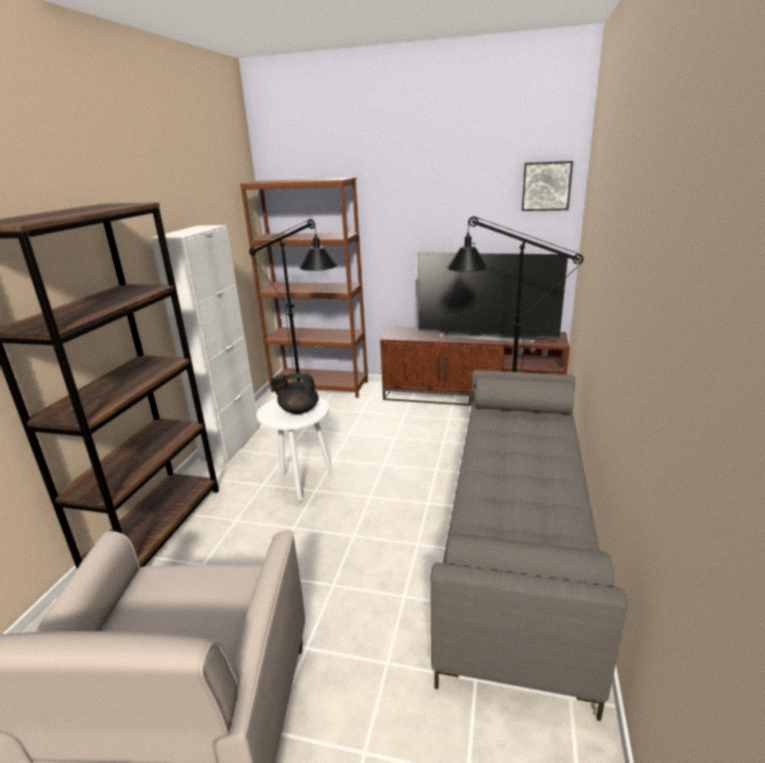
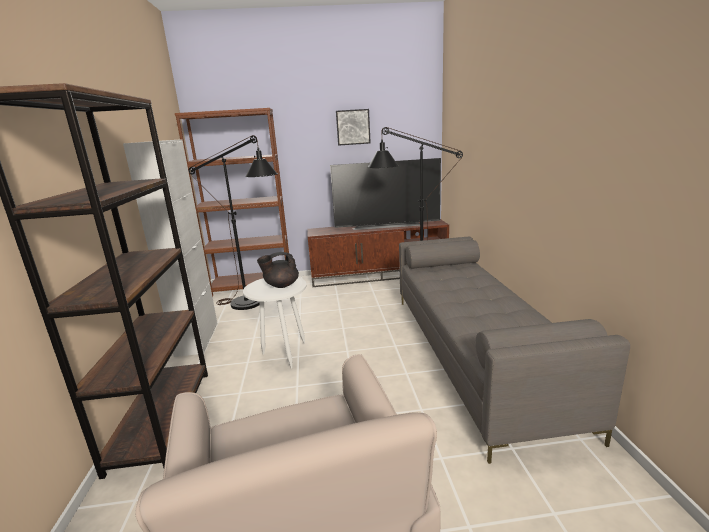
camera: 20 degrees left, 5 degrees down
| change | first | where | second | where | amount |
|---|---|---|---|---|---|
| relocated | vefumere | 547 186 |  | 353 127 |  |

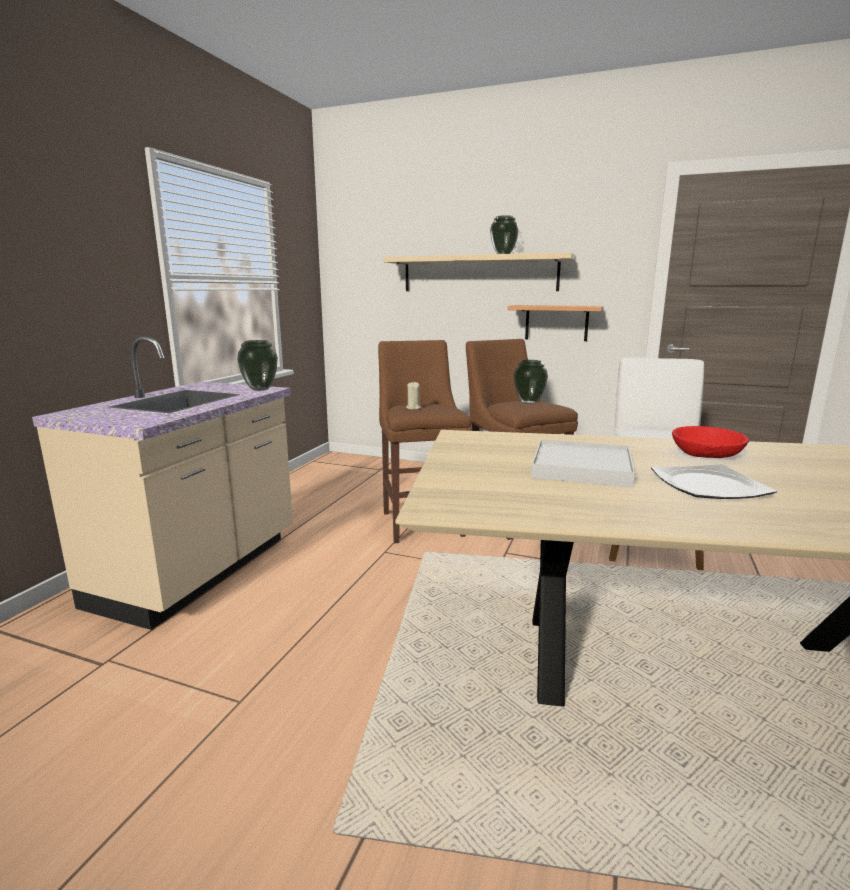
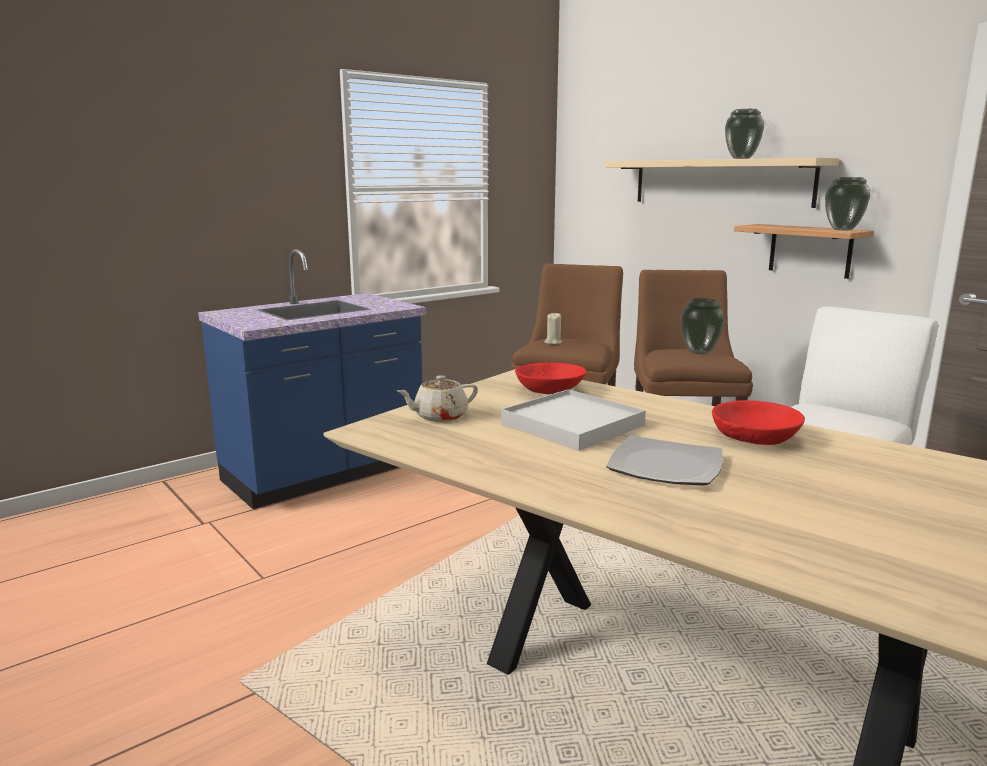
camera: 30 degrees right, 0 degrees up
| change | first | where | second | where | amount |
|---|---|---|---|---|---|
| appeared |  |  | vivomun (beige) | 437 398 |  |
| appeared |  |  | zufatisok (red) | 551 378 |  |
| relocated | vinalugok | 257 365 |  | 847 203 |  |
| colour | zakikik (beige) | 162 483 | zakikik (blue) | 312 379 |  |

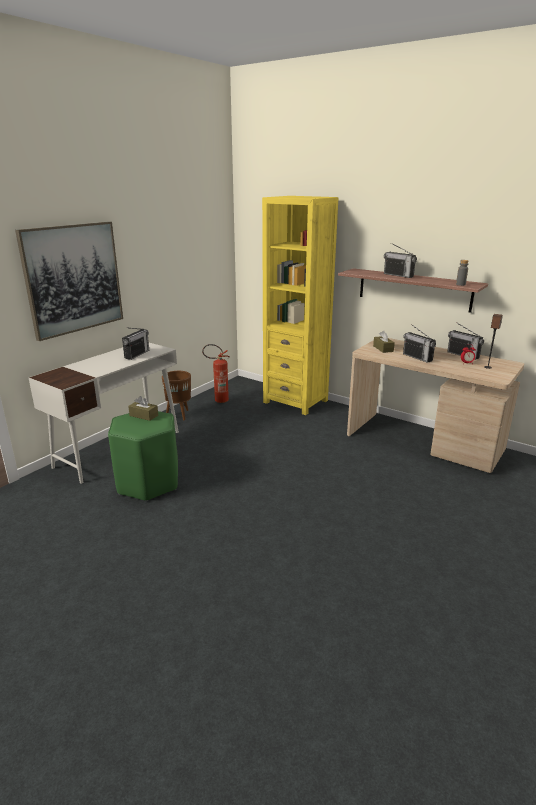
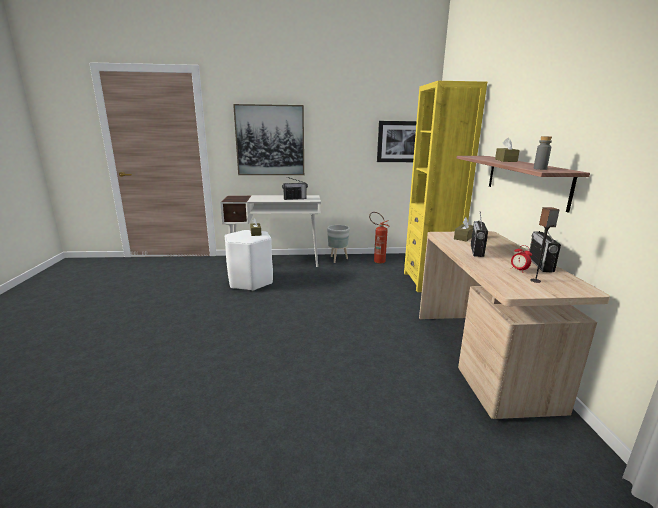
camera: 50 degrees right, 5 degrees down
| change | first | where | second | where | amount |
|---|---|---|---|---|---|
| appeared |  |  | vefumere | 397 141 |  |
| exchanged | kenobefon | 400 260 | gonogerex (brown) | 507 150 |  |
| colour | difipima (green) | 143 456 | difipima (white) | 249 260 |  |
| colour | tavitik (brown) | 176 395 | tavitik (grey) | 338 244 |  |

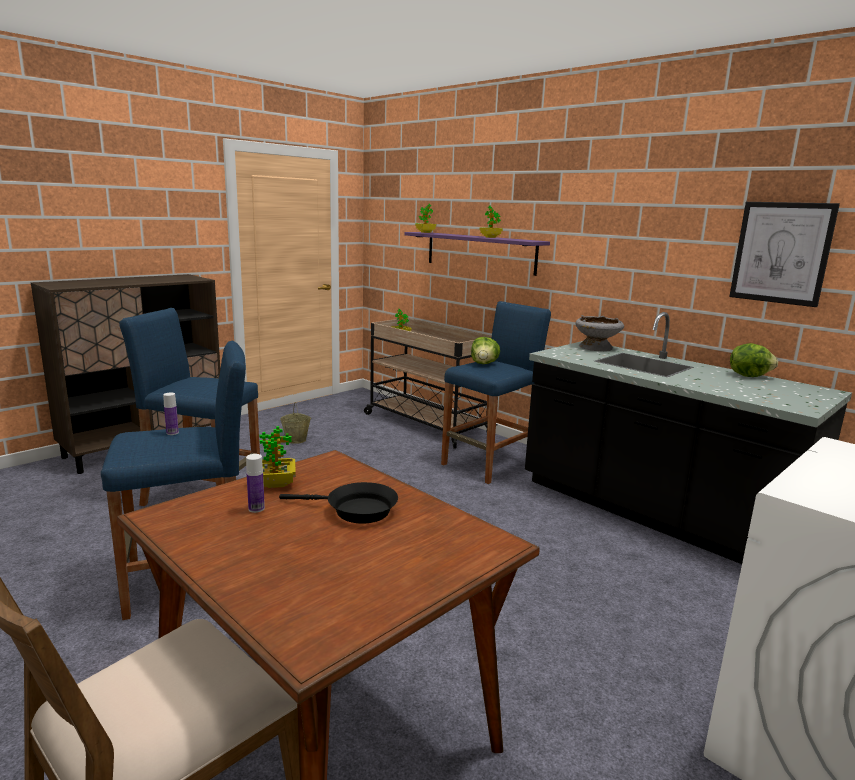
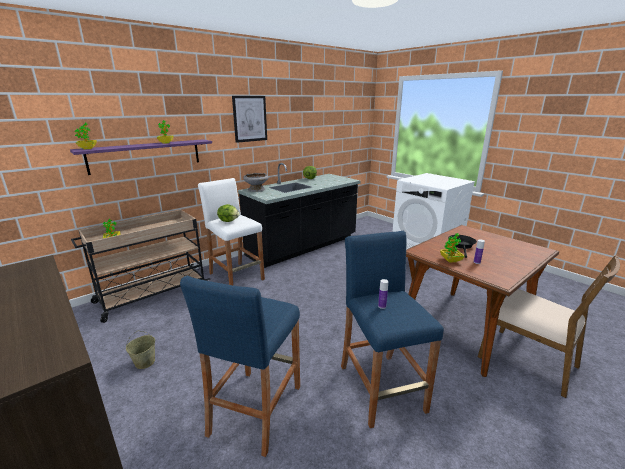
camera: 85 degrees left, 5 degrees up
| change | first | where | second | where | amount |
|---|---|---|---|---|---|
| relocated | vefumere | 784 254 |  | 249 119 |  |
| colour | difipima (blue) | 496 392 | difipima (white) | 231 231 |  |

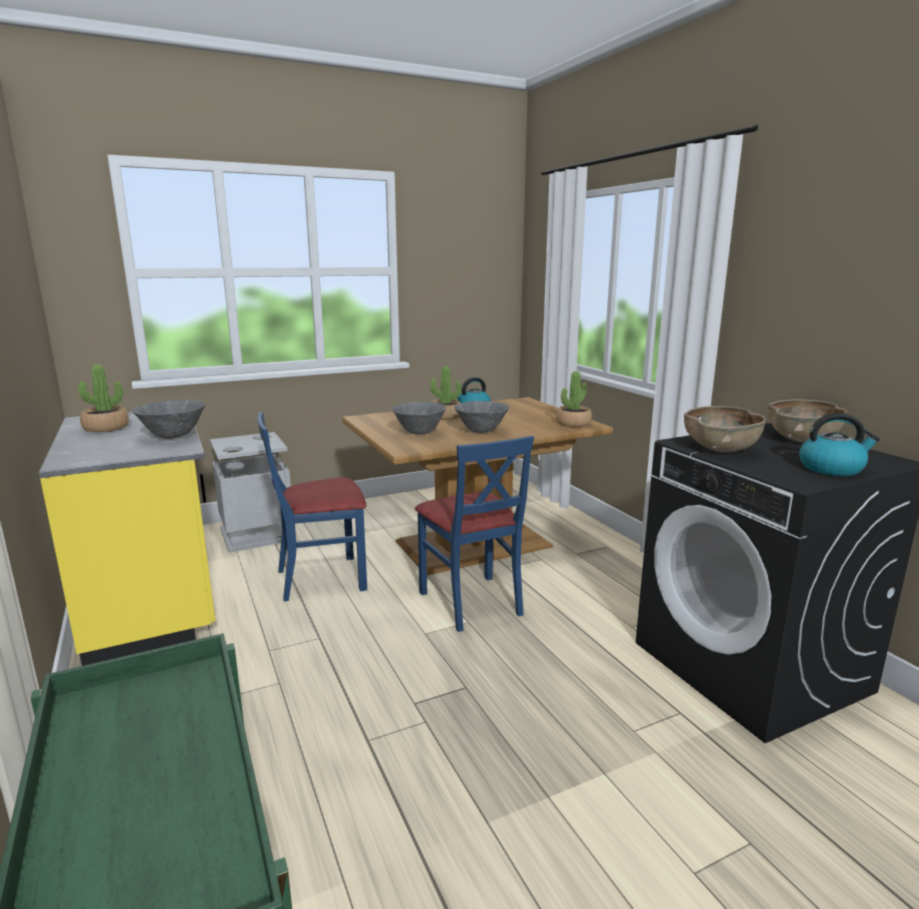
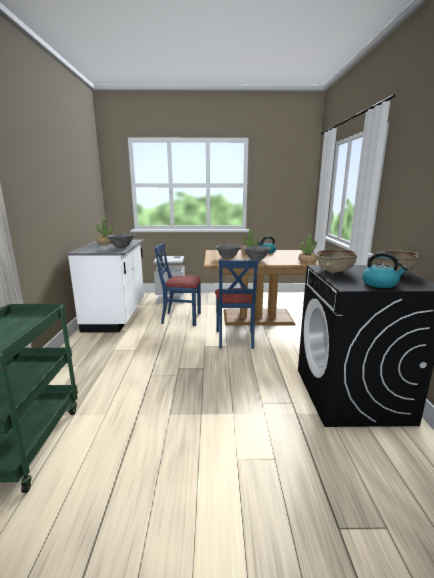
camera: 25 degrees right, 0 degrees up
| change | first | where | second | where | amount |
|---|---|---|---|---|---|
| colour | zakikik (yellow) | 127 539 | zakikik (white) | 105 286 |  |

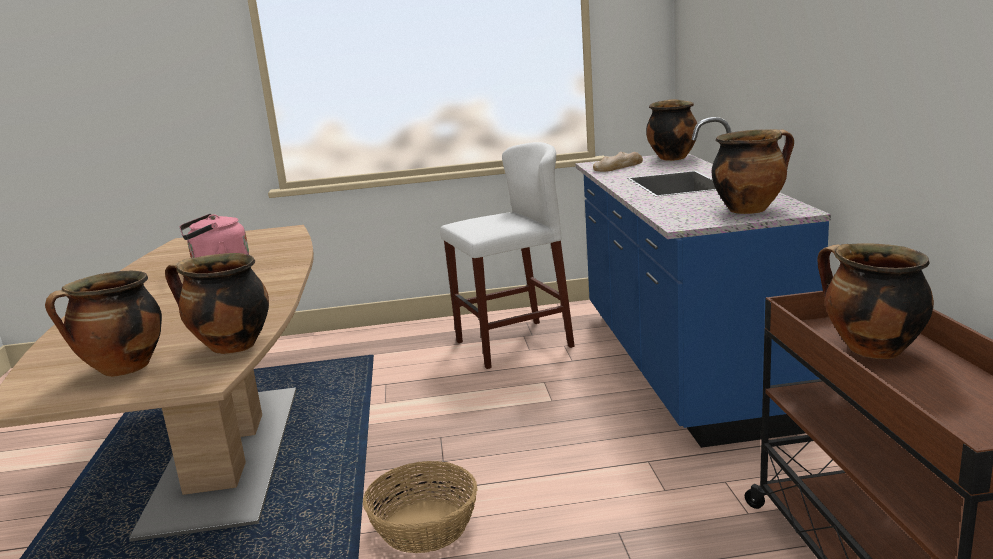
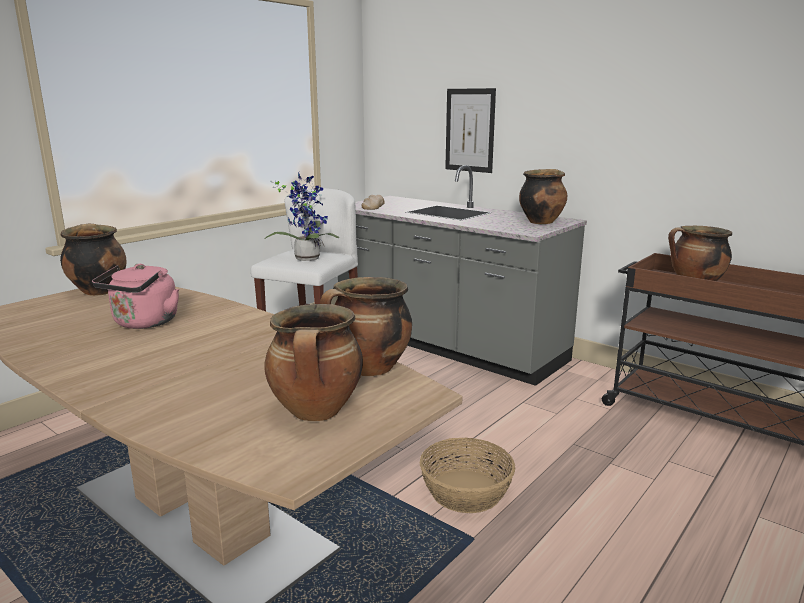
camera: 45 degrees left, 0 degrees up
| change | first | where | second | where | amount |
|---|---|---|---|---|---|
| appeared |  |  | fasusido | 302 217 |  |
| appeared |  |  | vefumere | 470 130 |  |
| relocated | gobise | 671 130 |  | 93 260 |  |
| colour | zakikik (blue) | 703 282 | zakikik (grey) | 462 275 |  |

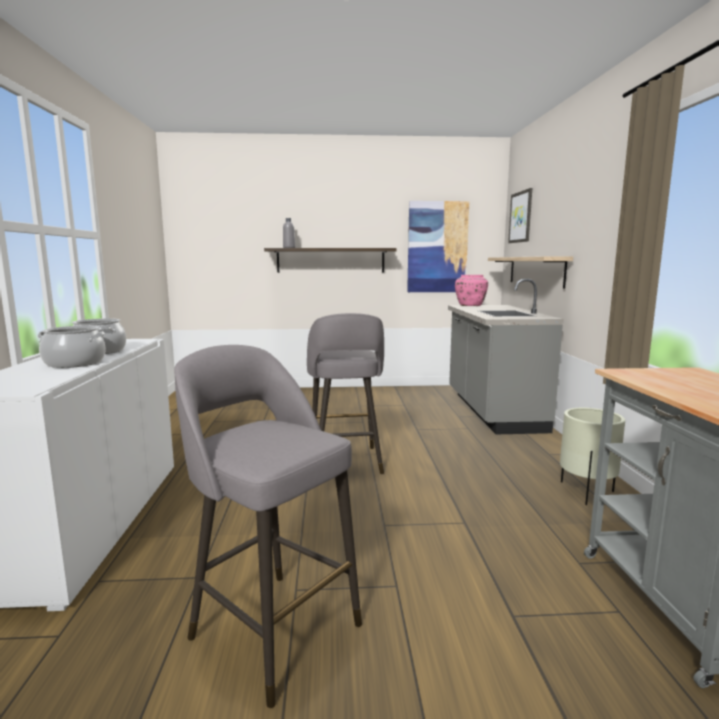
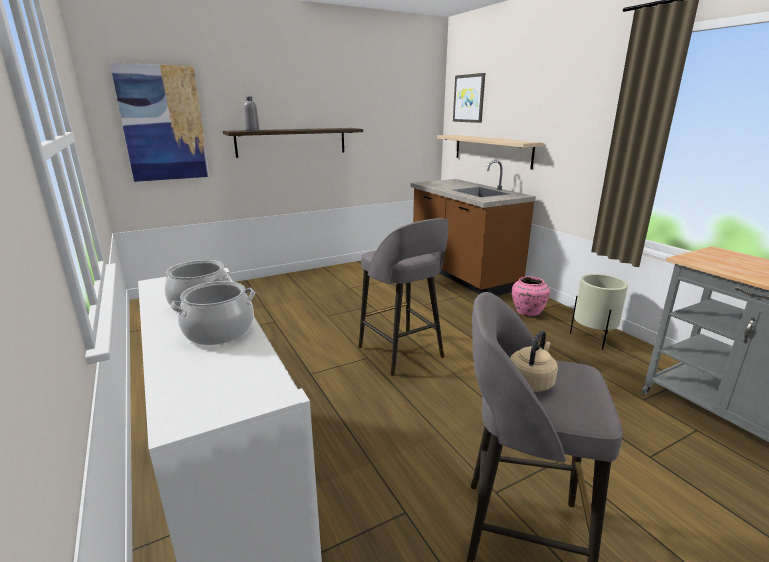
camera: 25 degrees left, 10 degrees up
| change | first | where | second | where | amount |
|---|---|---|---|---|---|
| appeared |  |  | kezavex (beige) | 534 361 |  |
| relocated | vefumere | 438 246 |  | 159 122 |  |
| relocated | vinalugok (pink) | 471 290 |  | 531 296 |  |
| colour | zakikik (grey) | 506 356 | zakikik (brown) | 473 228 |  |

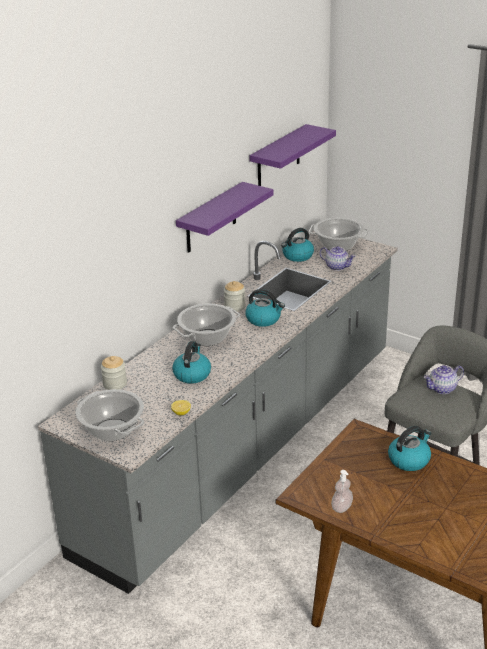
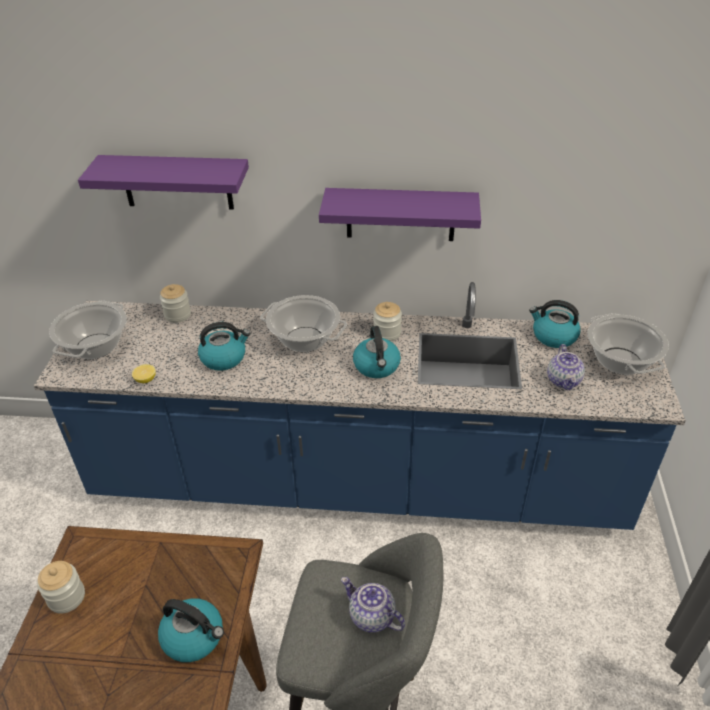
camera: 60 degrees right, 10 degrees up
| change | first | where | second | where | amount |
|---|---|---|---|---|---|
| relocated | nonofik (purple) | 292 155 |  | 163 182 |  |
| exchanged | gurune | 342 491 | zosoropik | 61 587 |  |
| colour | zakikik (grey) | 218 412 | zakikik (blue) | 360 406 |  |

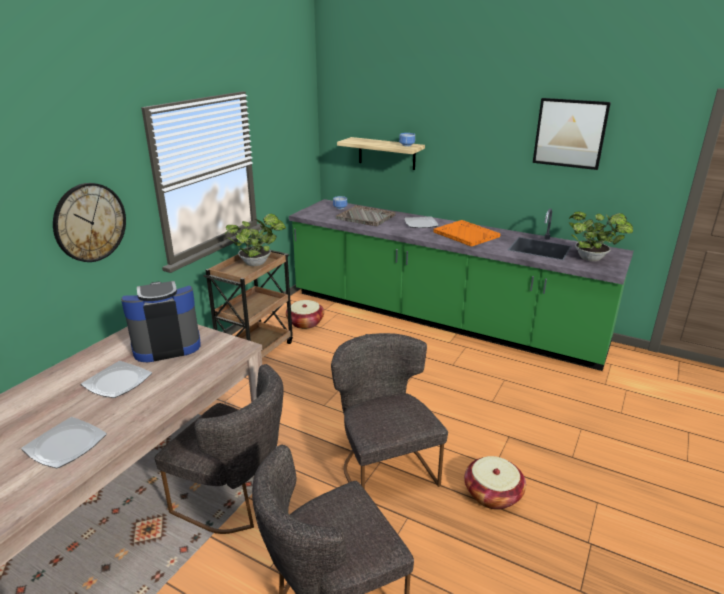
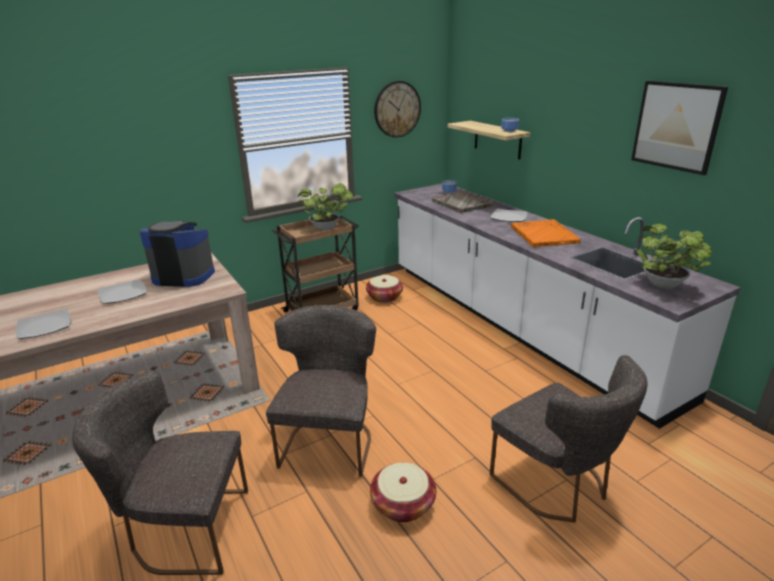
camera: 30 degrees right, 0 degrees up
| change | first | where | second | where | amount |
|---|---|---|---|---|---|
| relocated | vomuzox | 89 222 |  | 397 109 |  |
| relocated | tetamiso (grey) | 219 449 |  | 568 439 |  |
| colour | zakikik (green) | 461 285 | zakikik (white) | 567 306 |  |

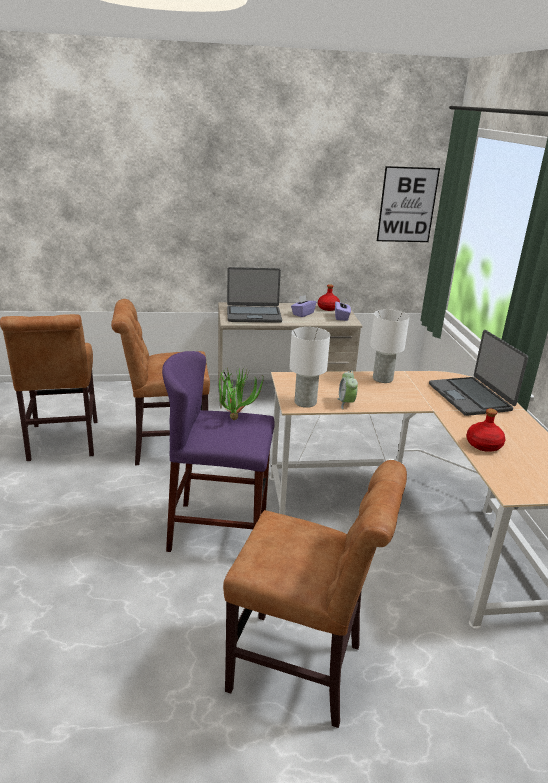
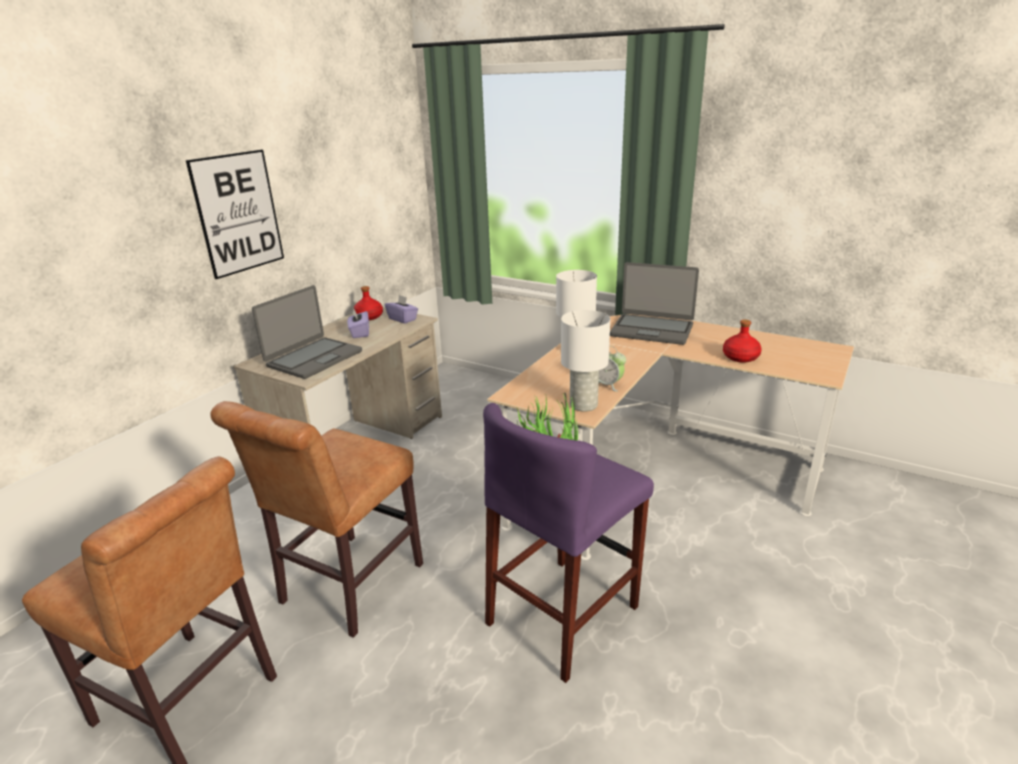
camera: 50 degrees left, 0 degrees up
| change | first | where | second | where | amount |
|---|---|---|---|---|---|
| missing | tetamiso (brown) | 315 594 |  |  |  |
| relocated | vefumere | 408 204 |  | 235 214 |  |

